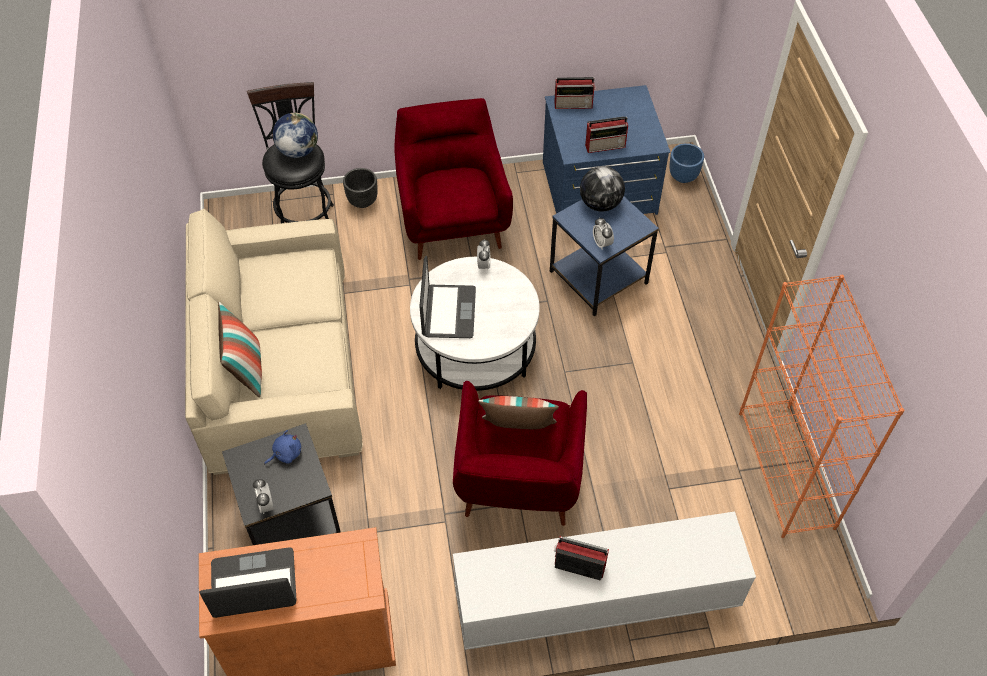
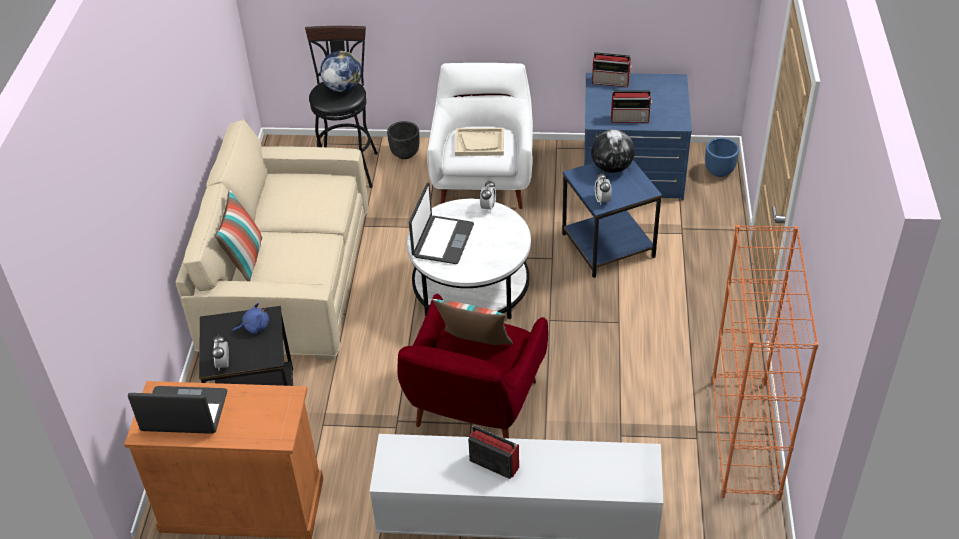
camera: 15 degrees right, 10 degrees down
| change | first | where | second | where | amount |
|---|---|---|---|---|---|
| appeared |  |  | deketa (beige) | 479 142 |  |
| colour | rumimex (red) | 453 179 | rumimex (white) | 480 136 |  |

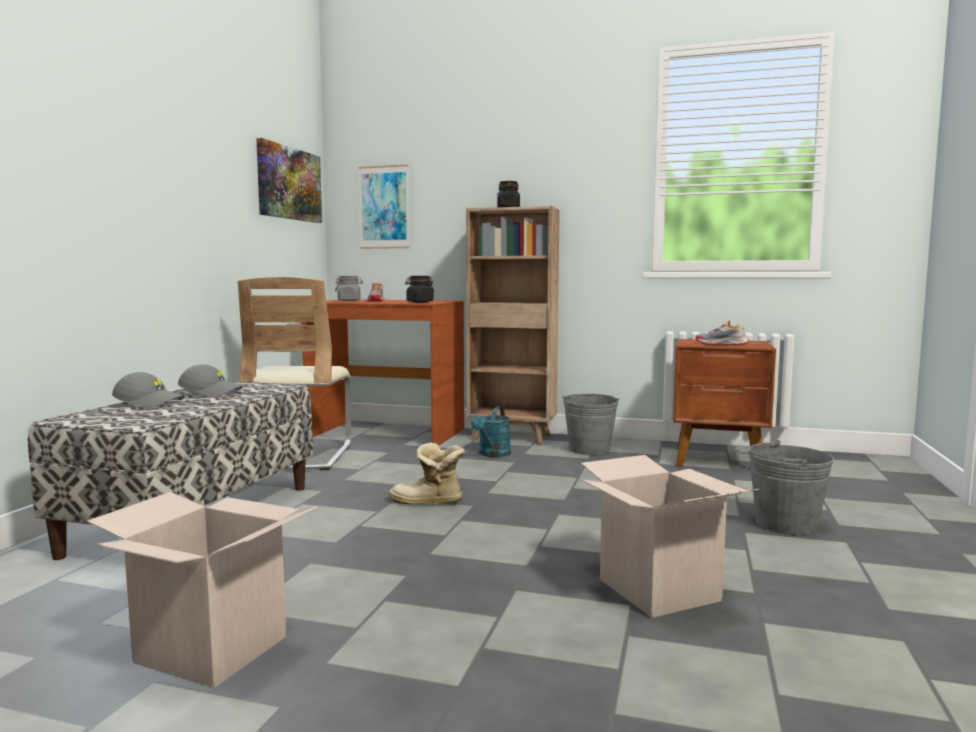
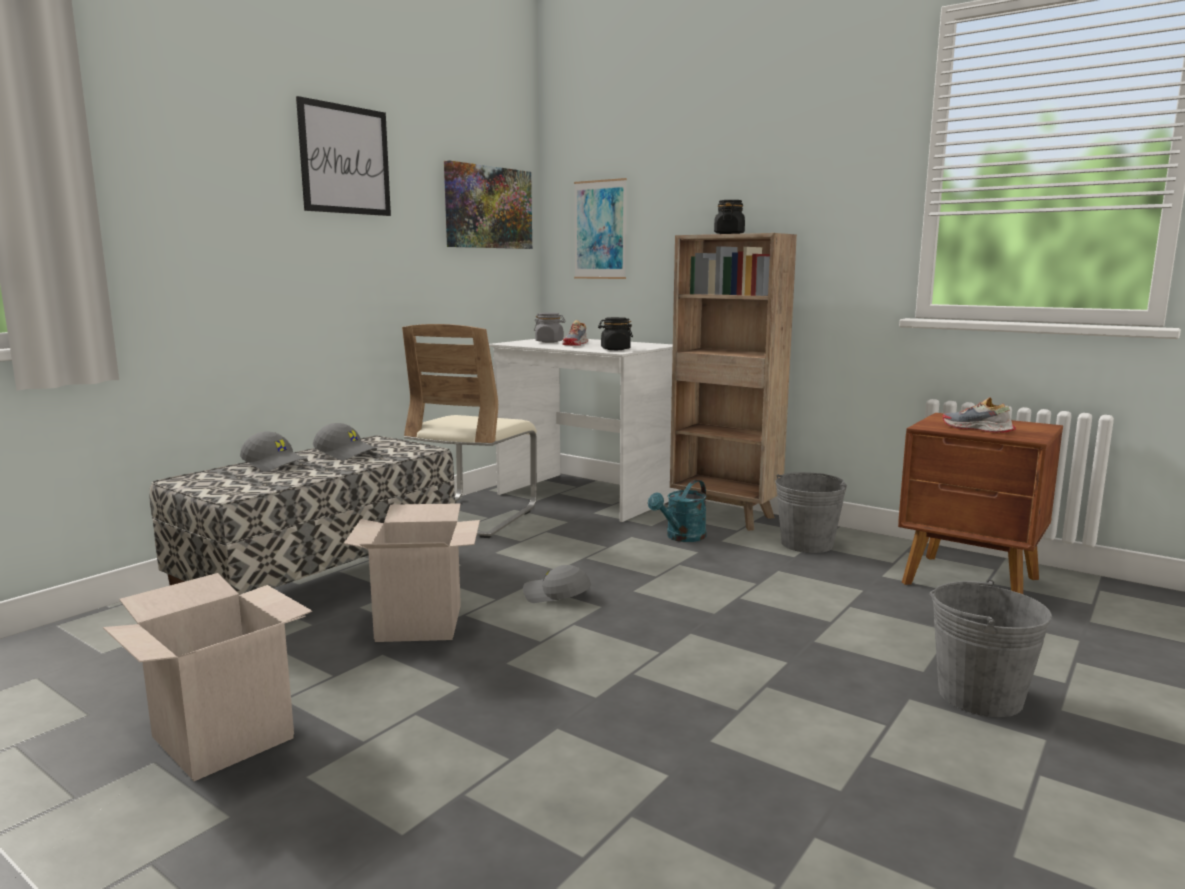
camera: 20 degrees right, 5 degrees up
| change | first | where | second | where | amount |
|---|---|---|---|---|---|
| appeared |  |  | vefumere | 343 156 |  |
| relocated | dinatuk | 670 536 |  | 412 572 |  |
| exchanged | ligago | 427 473 | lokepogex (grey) | 557 584 |  |
| colour | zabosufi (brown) | 383 372 | zabosufi (white) | 583 429 |  |

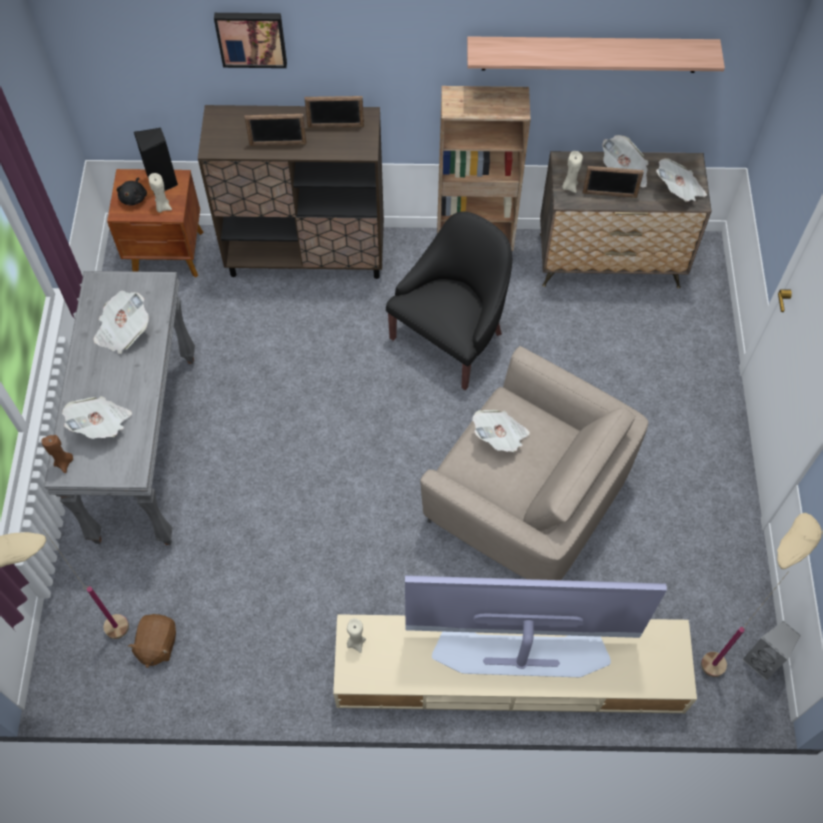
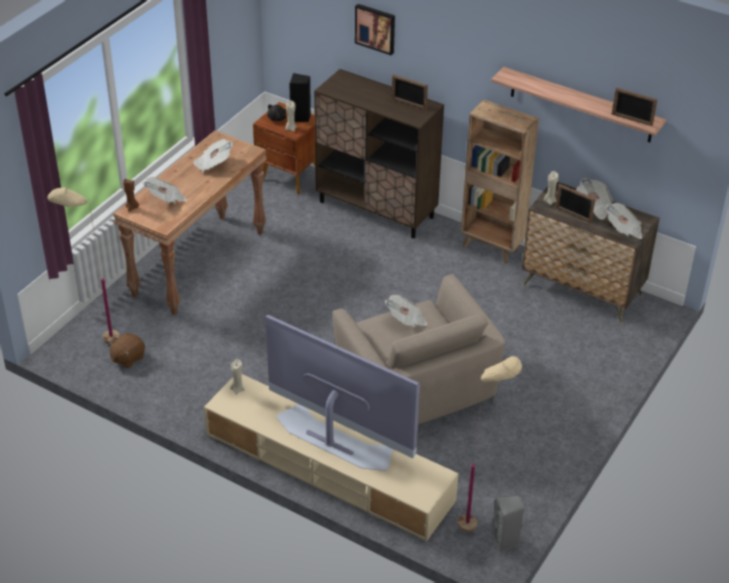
camera: 30 degrees right, 20 degrees down
| change | first | where | second | where | amount |
|---|---|---|---|---|---|
| missing | rumimex (black) | 449 300 |  |  |  |
| relocated | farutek | 276 130 |  | 635 107 |  |
| colour | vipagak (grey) | 119 408 | vipagak (brown) | 190 223 |  |

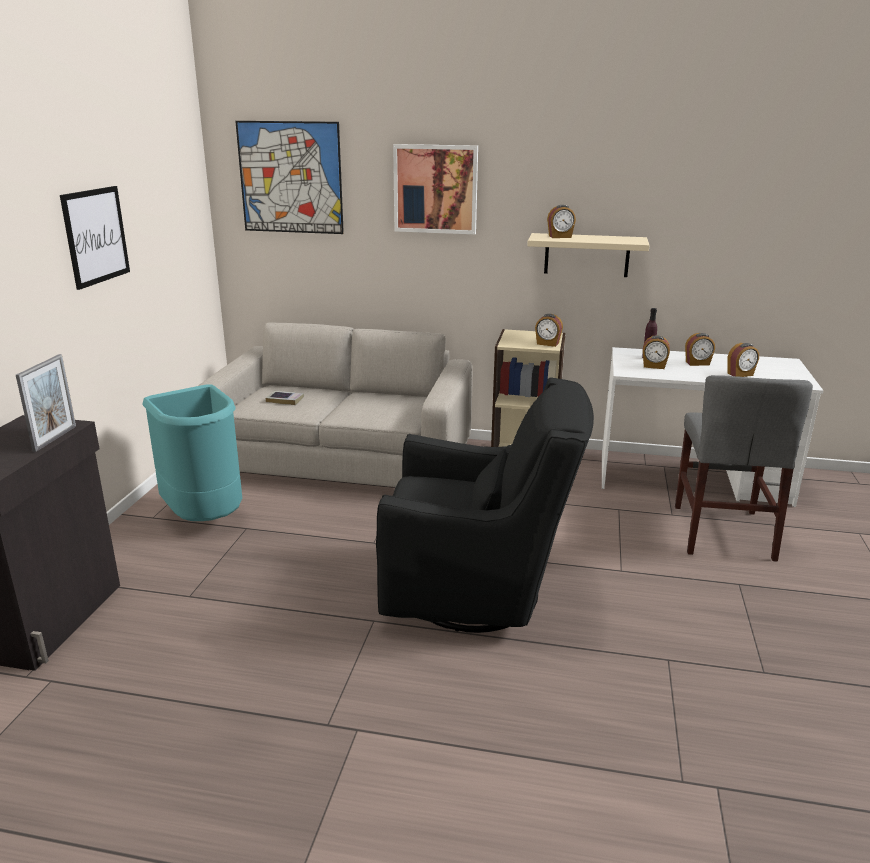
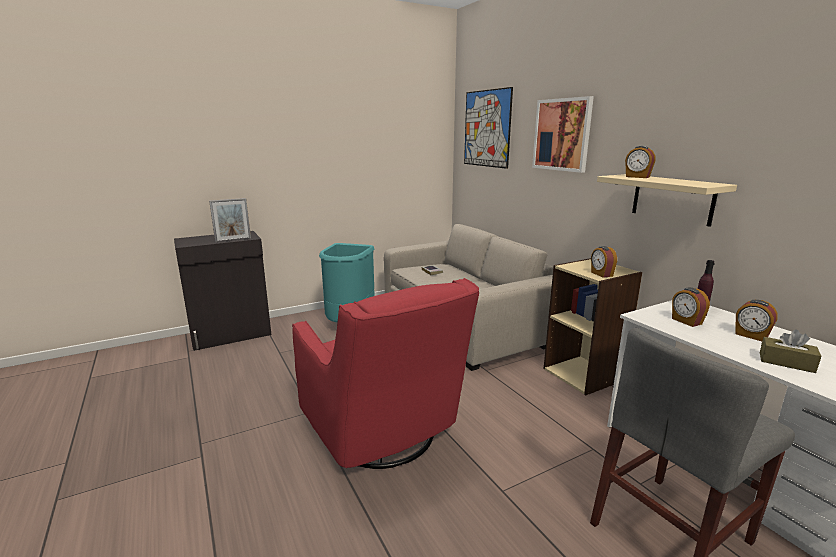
camera: 50 degrees right, 5 degrees down
| change | first | where | second | where | amount |
|---|---|---|---|---|---|
| missing | vefumere | 95 238 |  |  |  |
| exchanged | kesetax | 743 360 | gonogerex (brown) | 790 351 |  |
| colour | rumimex (black) | 485 505 | rumimex (red) | 385 373 |  |

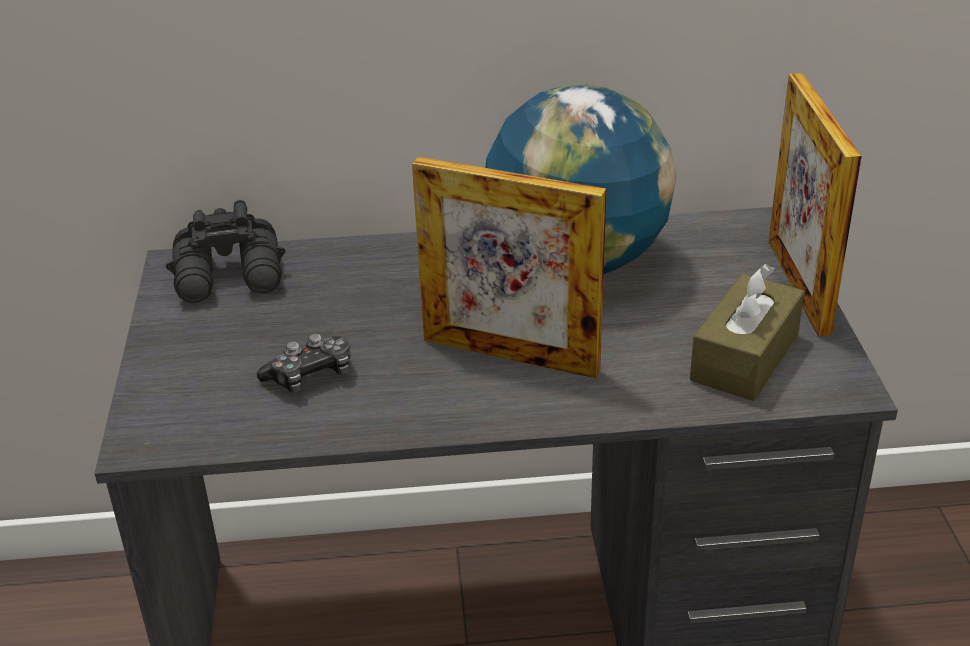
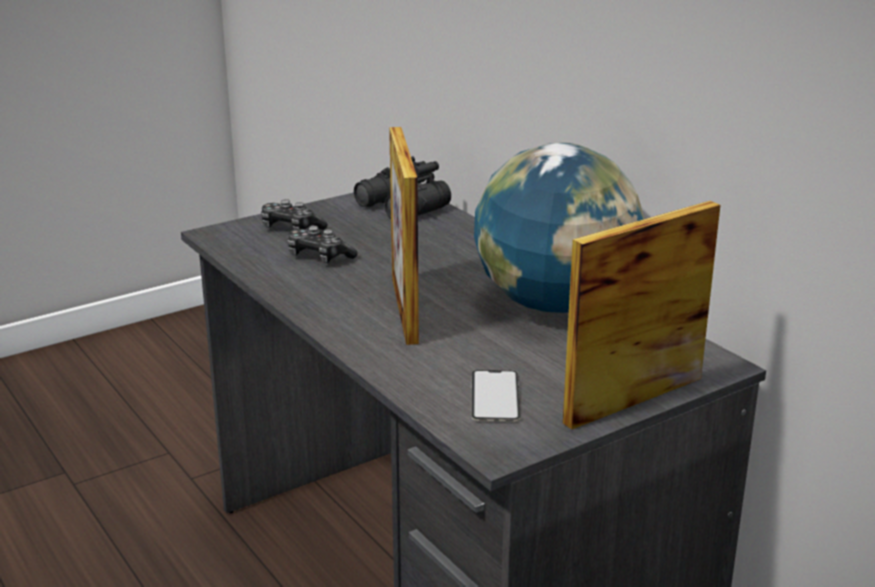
camera: 60 degrees right, 10 degrees down
| change | first | where | second | where | amount |
|---|---|---|---|---|---|
| appeared |  |  | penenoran | 294 214 |  |
| exchanged | gonogerex (brown) | 747 332 | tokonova | 496 396 |  |

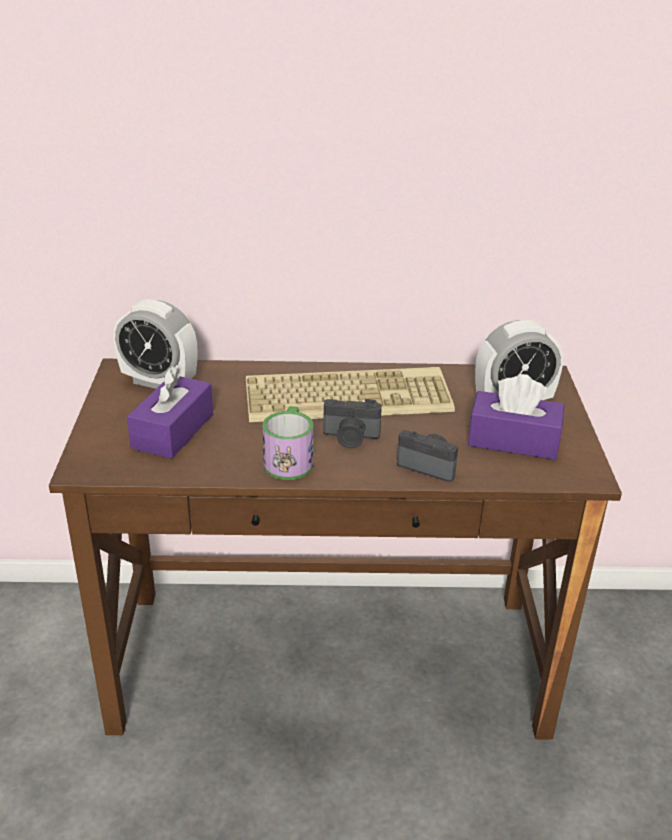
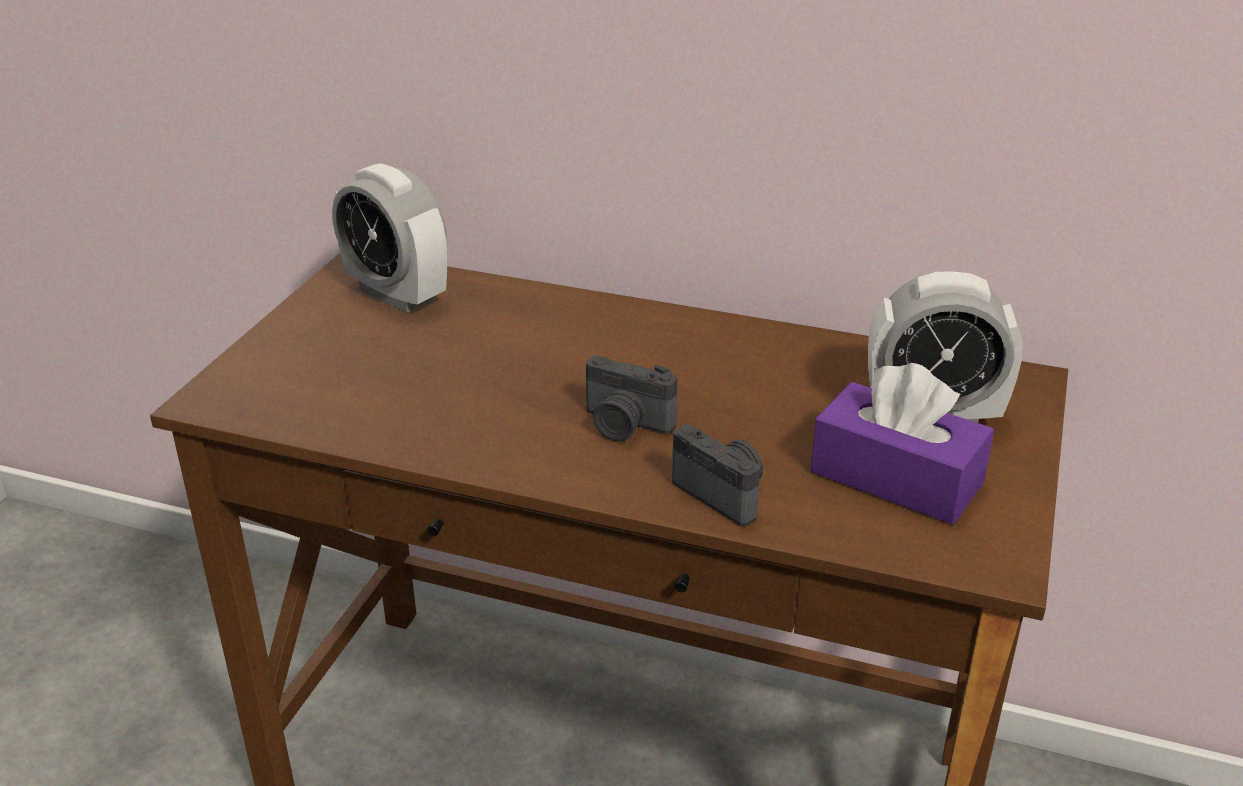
camera: 20 degrees right, 0 degrees up
| change | first | where | second | where | amount |
|---|---|---|---|---|---|
| missing | gonogerex (purple) | 170 412 |  |  |  |
| missing | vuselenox | 350 394 |  |  |  |
| missing | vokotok | 288 443 |  |  |  |

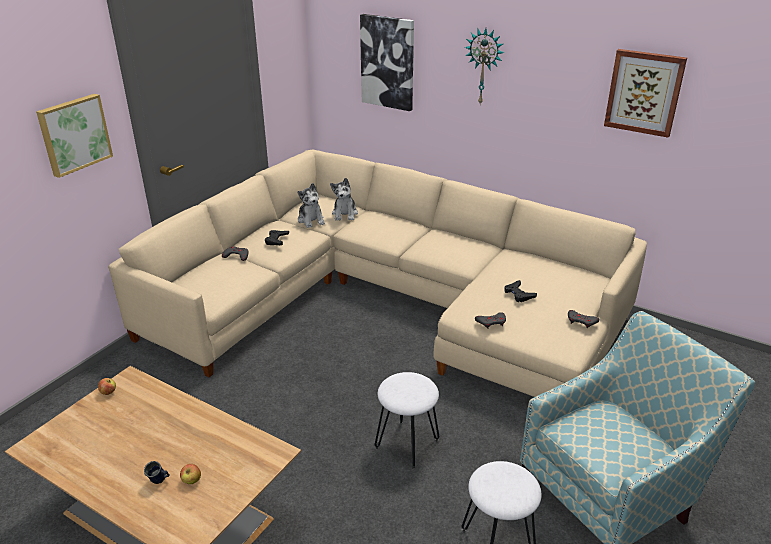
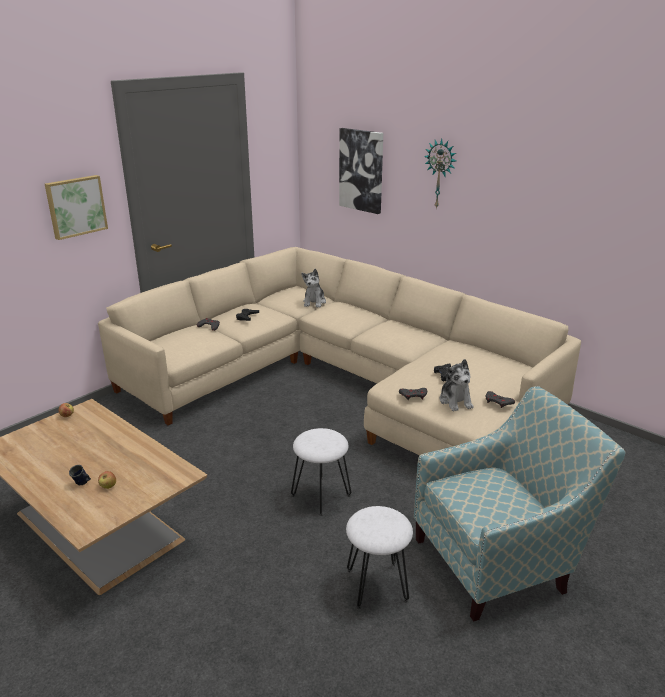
camera: 10 degrees right, 5 degrees down
| change | first | where | second | where | amount |
|---|---|---|---|---|---|
| missing | vefumere | 645 93 |  |  |  |
| relocated | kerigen | 311 205 |  | 457 385 |  |

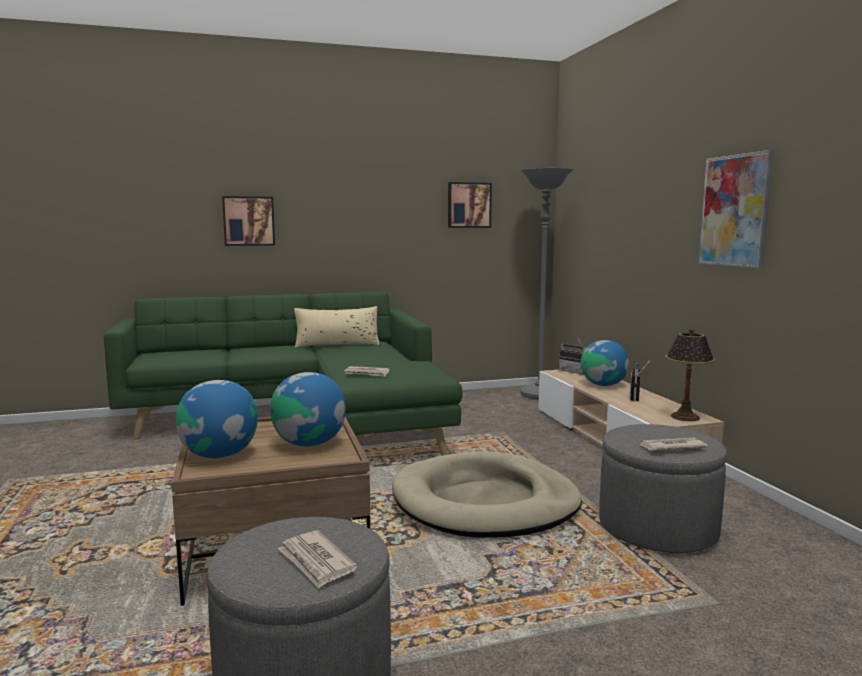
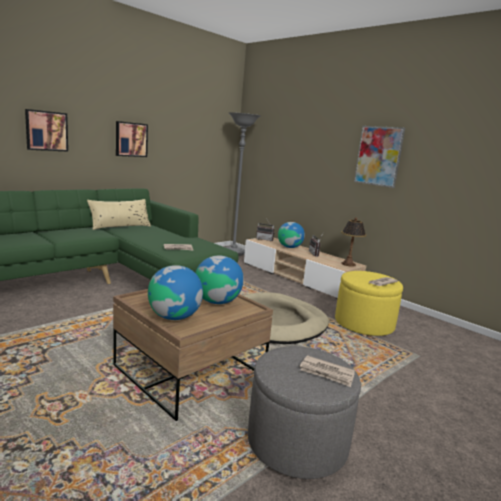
camera: 30 degrees left, 5 degrees up
| change | first | where | second | where | amount |
|---|---|---|---|---|---|
| relocated | vefumere | 470 205 |  | 132 139 |  |
| colour | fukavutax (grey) | 663 488 | fukavutax (yellow) | 369 303 |  |

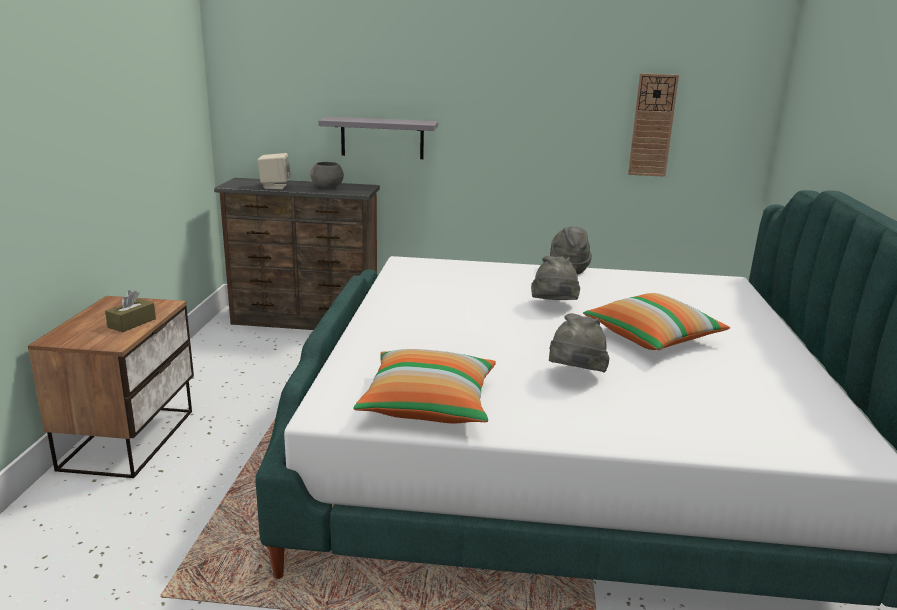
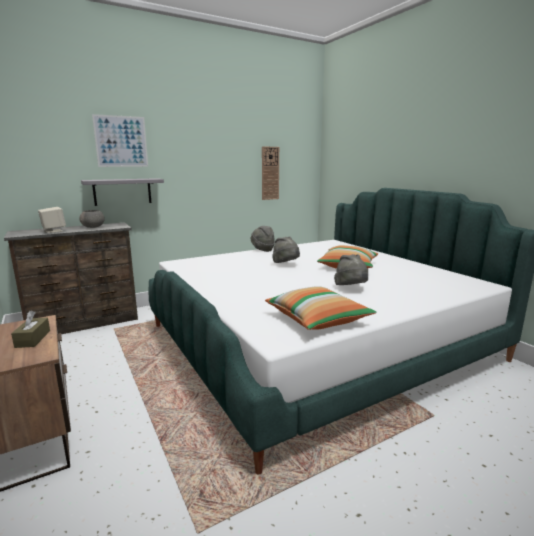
camera: 35 degrees left, 5 degrees down
| change | first | where | second | where | amount |
|---|---|---|---|---|---|
| appeared |  |  | vefumere | 120 140 |  |

